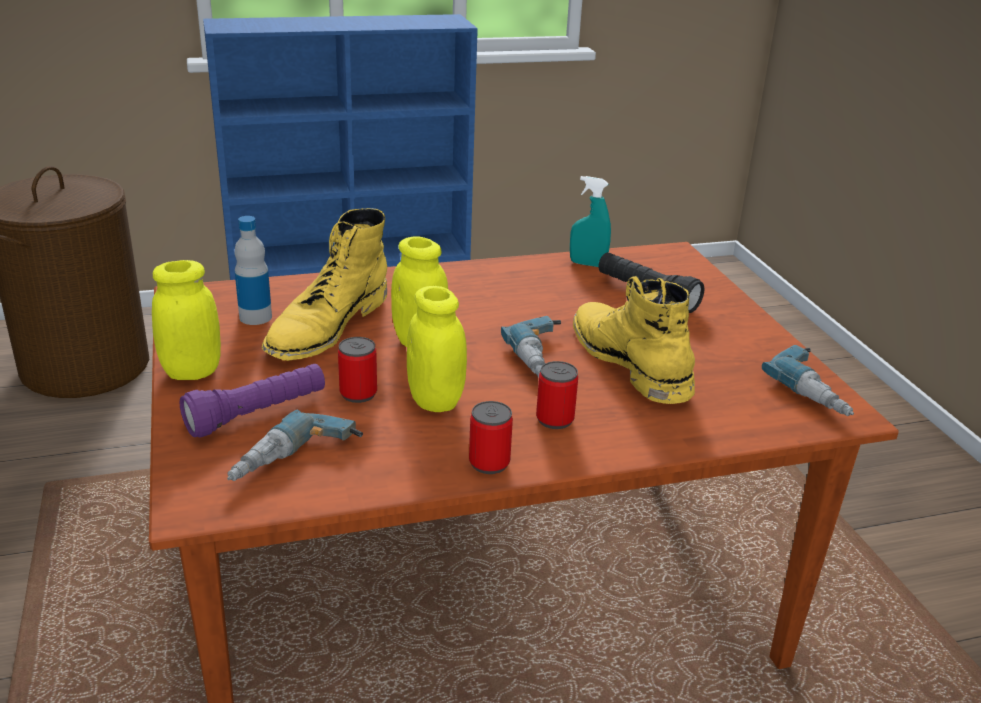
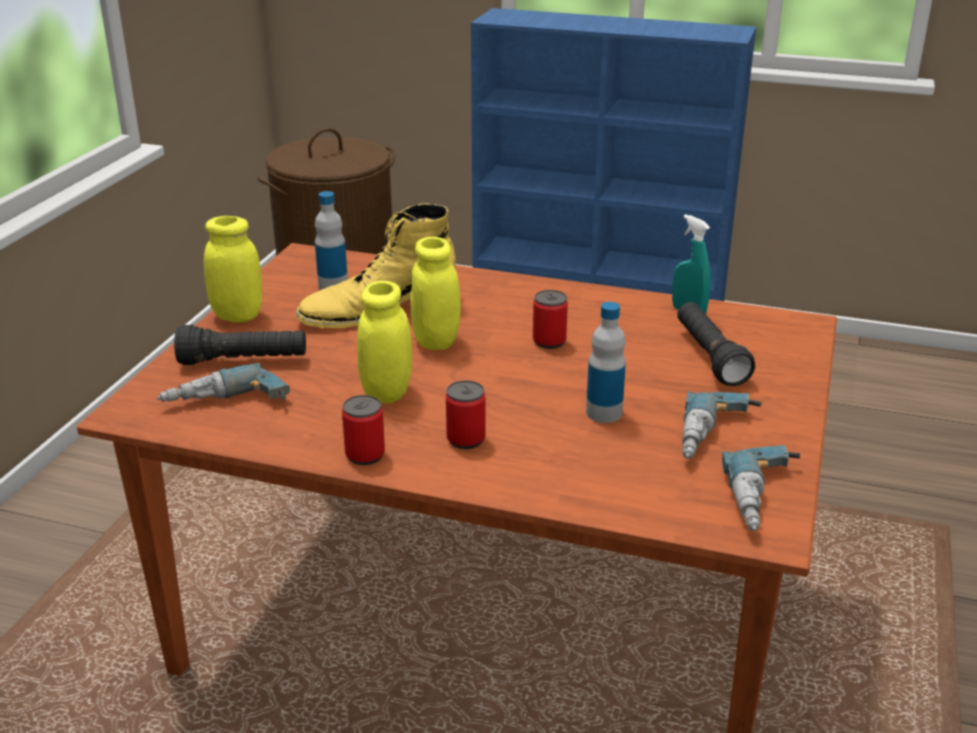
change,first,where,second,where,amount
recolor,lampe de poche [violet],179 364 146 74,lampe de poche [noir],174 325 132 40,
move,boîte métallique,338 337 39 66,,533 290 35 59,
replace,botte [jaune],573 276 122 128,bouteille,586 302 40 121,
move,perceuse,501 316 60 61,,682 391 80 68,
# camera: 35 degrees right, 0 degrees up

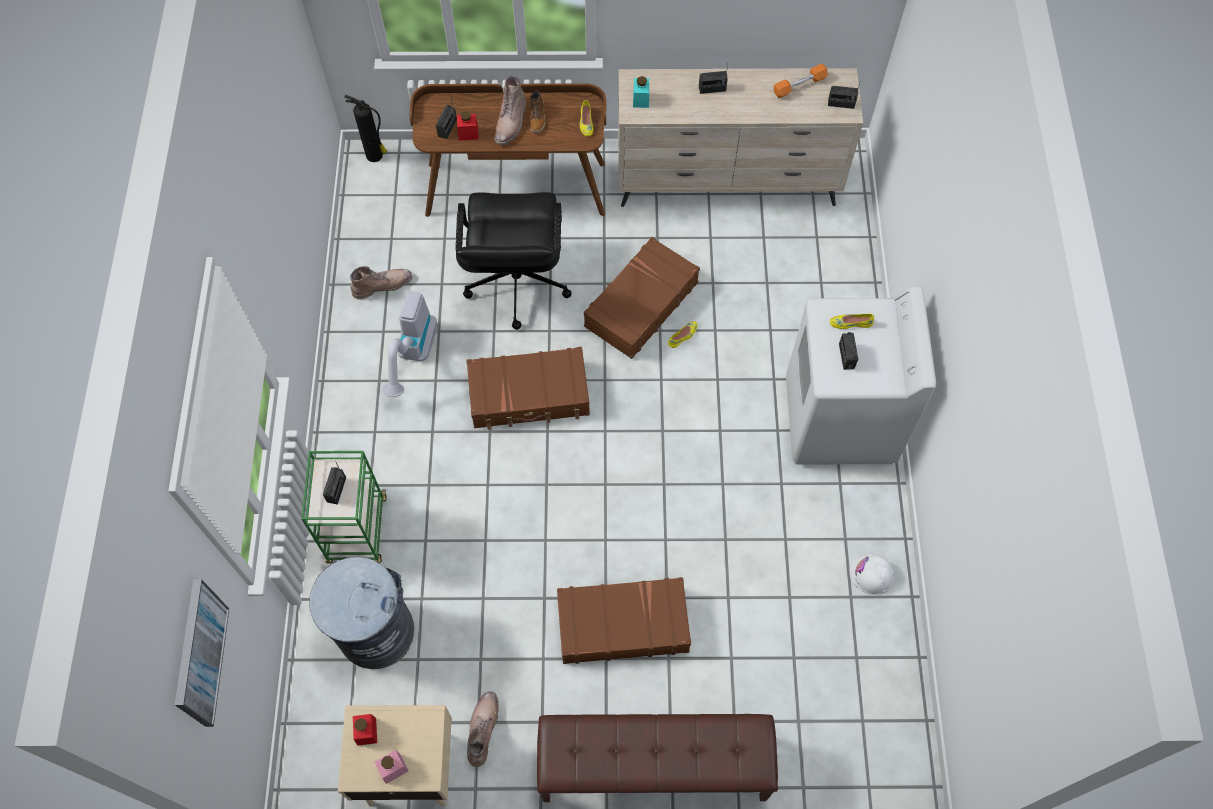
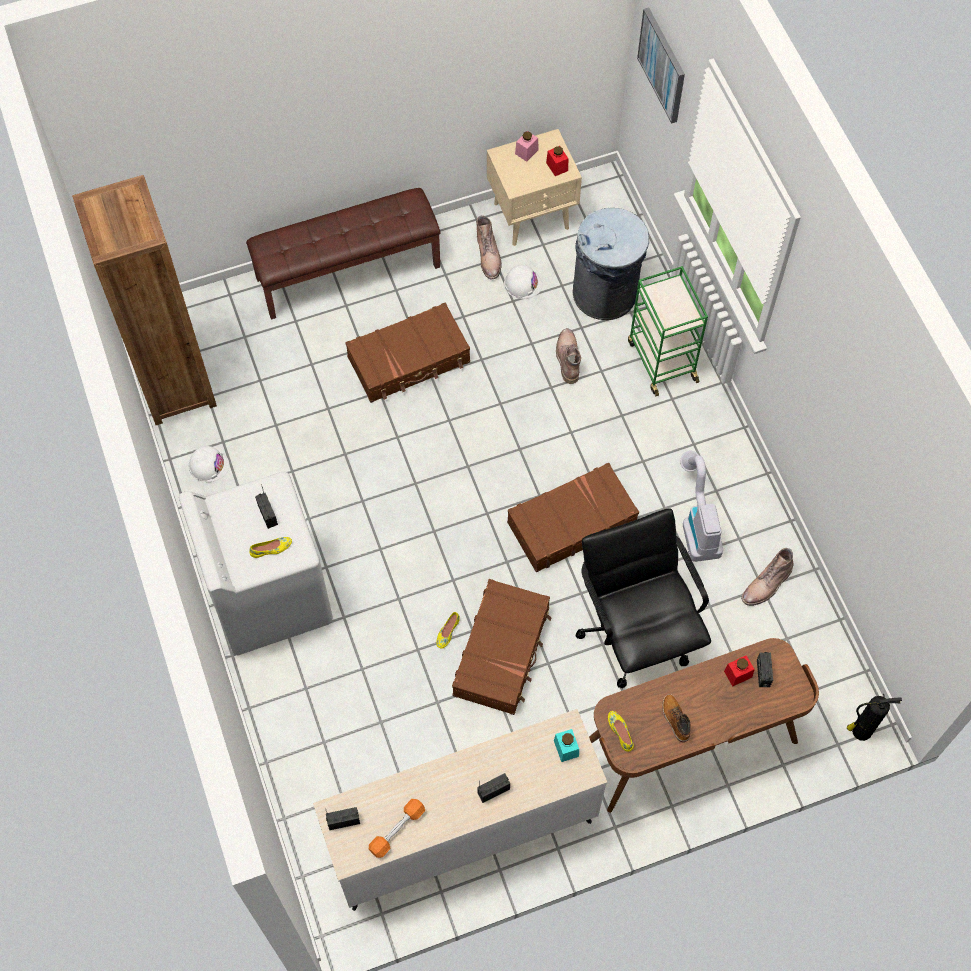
change,first,where,second,where,amount
insert,,,bibliothèque [marron],72 175 145 250,
insert,,,casque de chantier [blanc],504 265 38 34,
move,botte [marron],494 75 32 70,,556 328 25 56,
delete,radio,323 461 23 44,,,
# camera: 160 degrees right, 0 degrees up

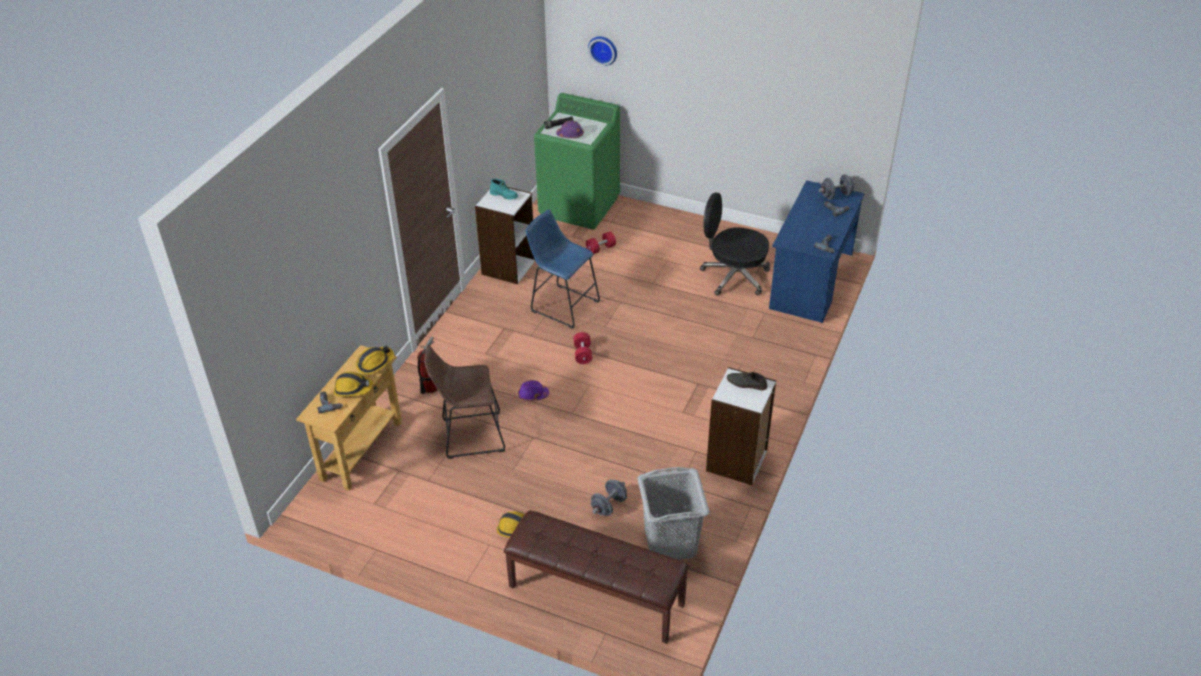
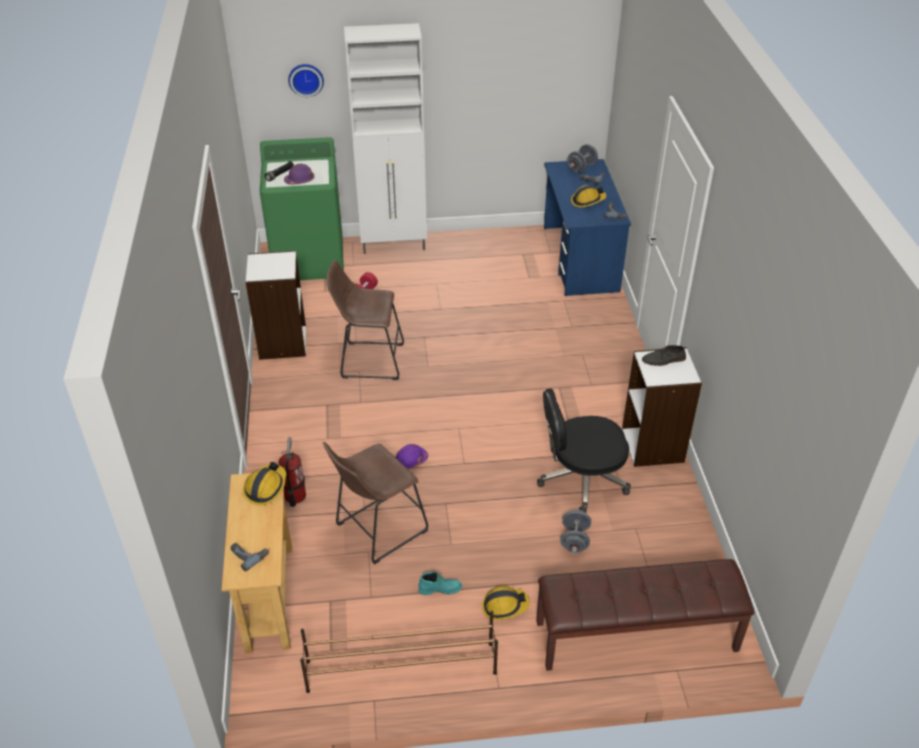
change,first,where,second,where,amount
insert,,,étagère à chaussures [marron],300 611 198 82,
recolor,tabouret [bleu],526 209 74 120,tabouret [marron],327 260 77 120,
insert,,,meuble de rangement [blanc],344 23 83 231,
move,botte [turquoise],490 179 28 21,,418 571 44 24,
move,chaise de bureau [noir],700 193 70 103,,537 388 94 125,
move,casque de chantier,334 372 39 25,,571 185 35 22,
delete,haltère [rouge],573 332 19 32,,,
delete,panier à linge [gris],637 467 73 93,,,
# camera: 30 degrees left, 0 degrees up

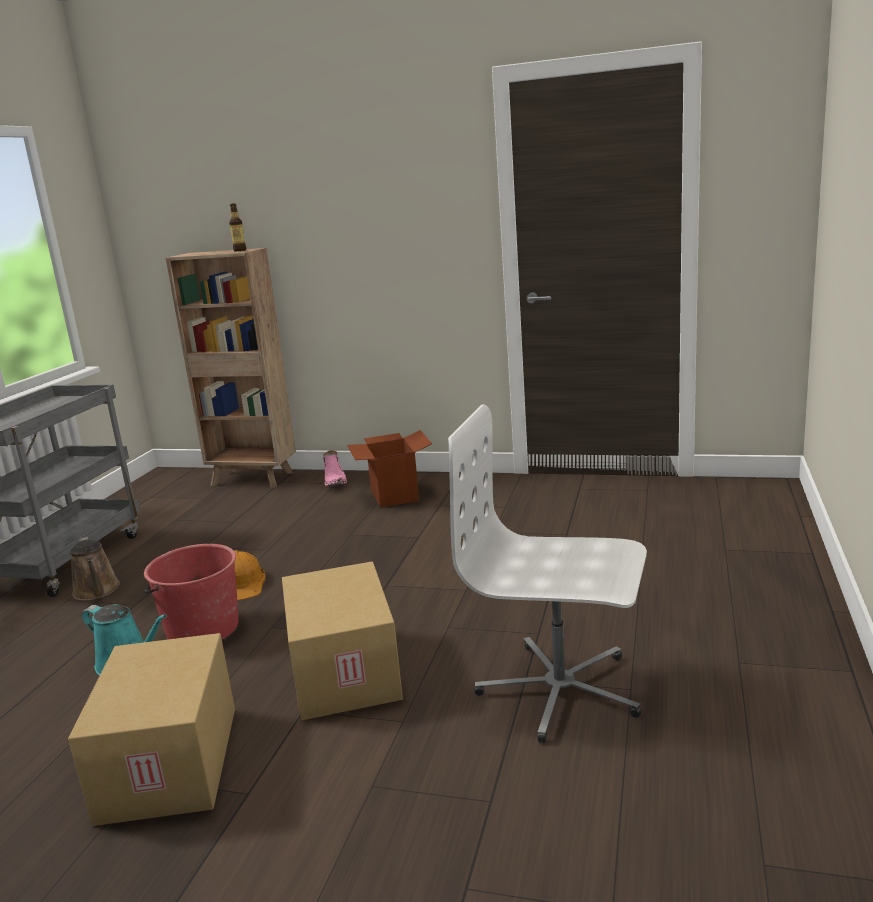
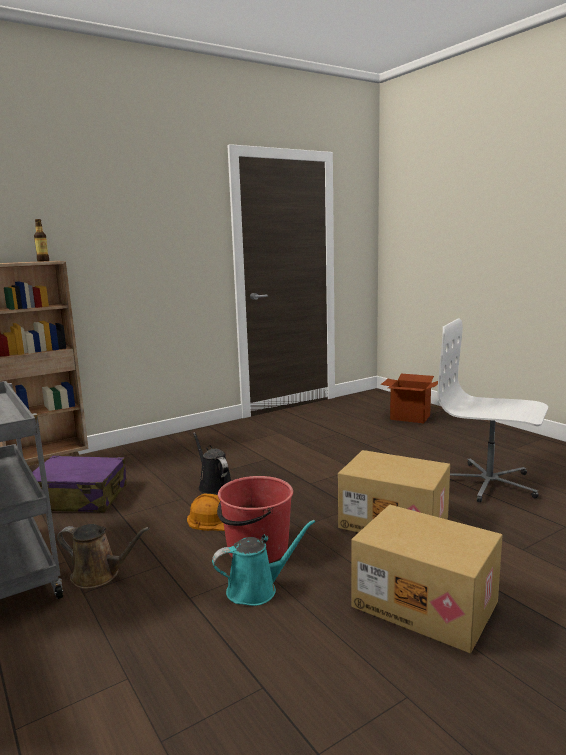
change,first,where,second,where,amount
insert,,,valise [violet],32 456 94 56,
insert,,,arrosoir [noir],193 432 38 63,
move,carton,347 430 85 78,,381 374 57 49,
rotate,chaise de bureau [blanc],448 405 199 338,,437 319 111 183,60 degrees clockwise
delete,botte [rose],323 450 24 36,,,
# camera: 50 degrees left, 5 degrees down

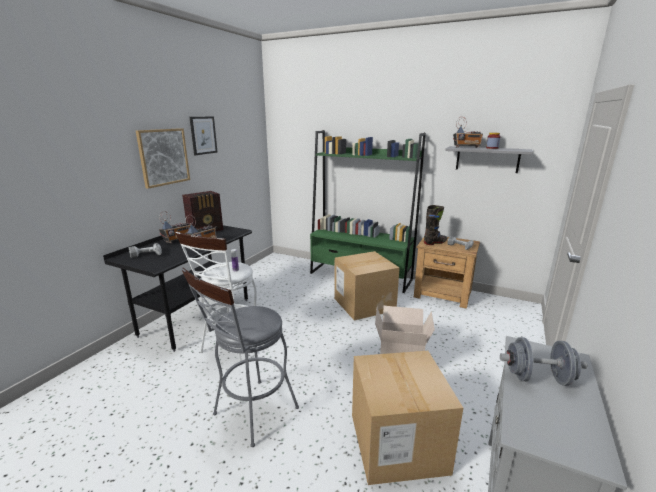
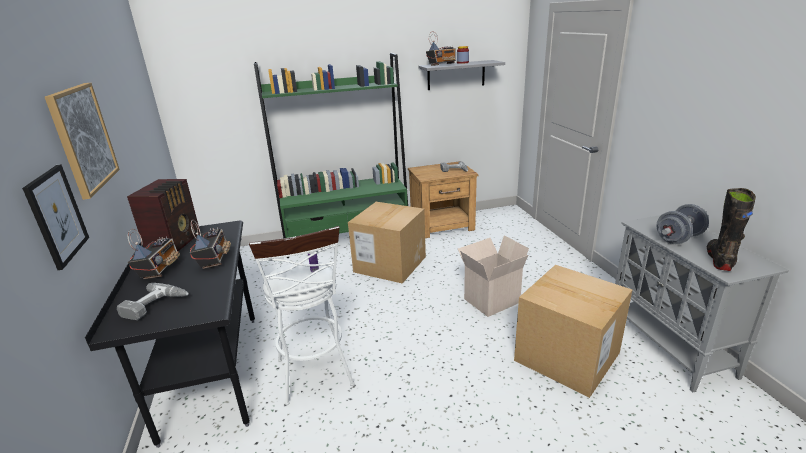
change,first,where,second,where,amount
move,tableau,189 116 29 39,,22 164 67 106,
move,botte [noir],424 205 23 40,,707 188 49 83,
delete,tabouret [gris],181 268 118 179,,,
# camera: 40 degrees left, 5 degrees up

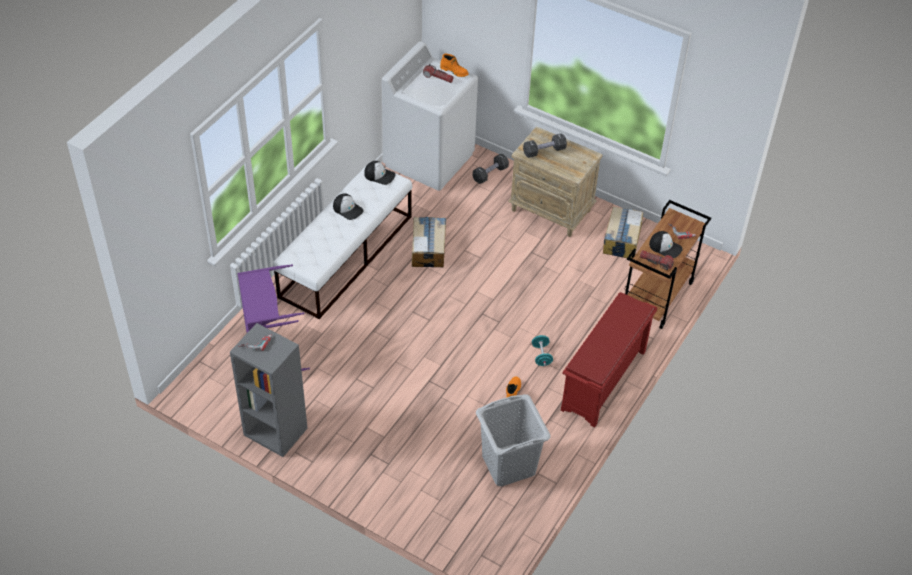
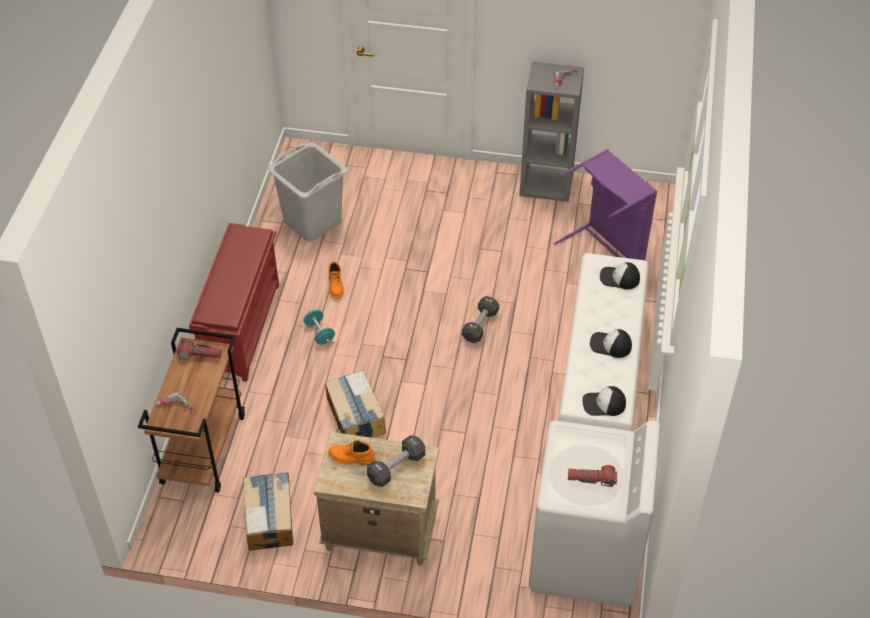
change,first,where,second,where,amount
move,carton,412 217 34 50,,325 370 61 68,
move,botte [orange],440 54 28 23,,328 440 47 26,
move,haltère [noir],473 154 36 30,,462 296 37 47,
move,casquette,649 231 34 27,,600 262 40 27,
# camera: 160 degrees right, 0 degrees up

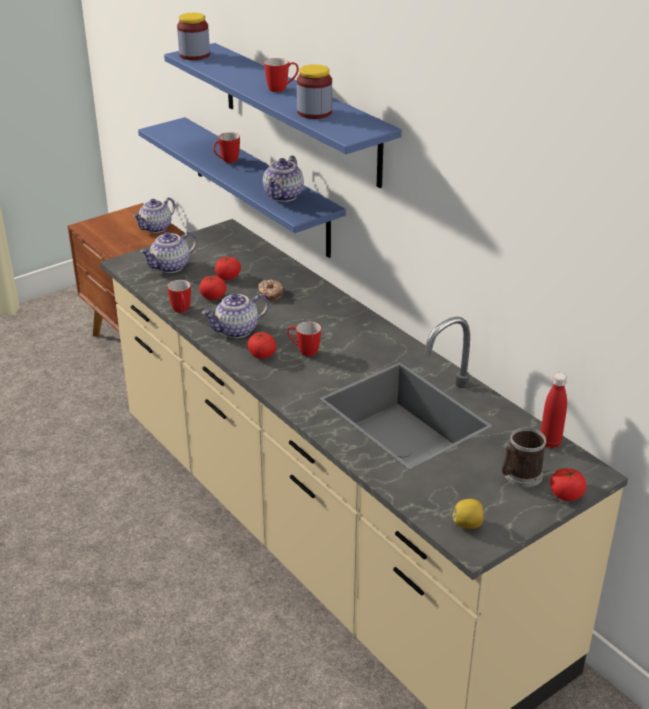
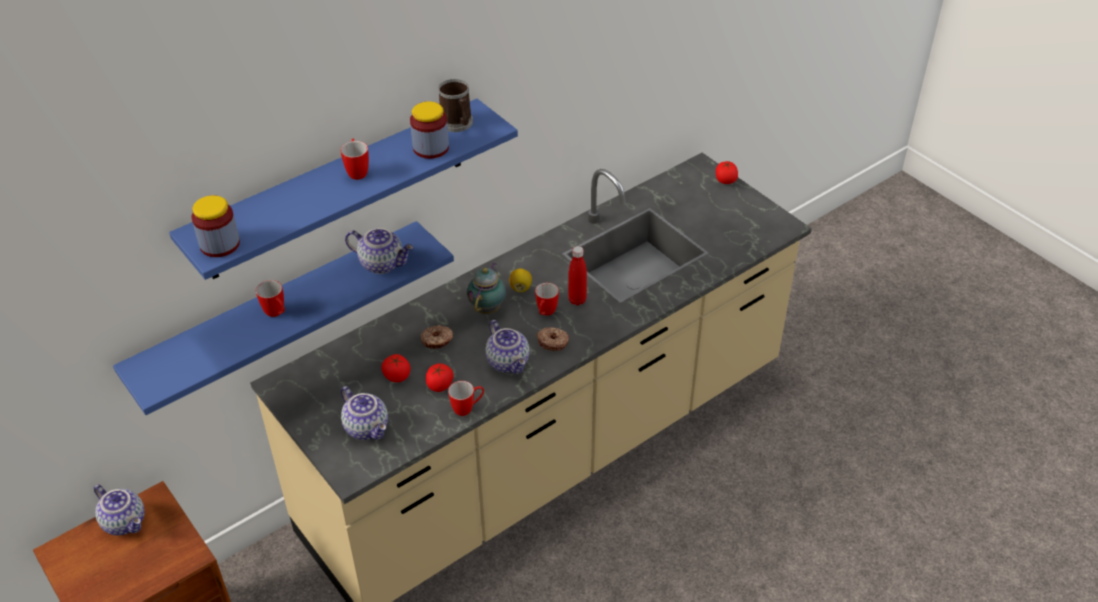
change,first,where,second,where,amount
move,mug,501 428 46 59,,438 79 35 53,
insert,,,théière,467 262 39 52,
move,citron,453 499 31 30,,509 268 23 24,
replace,tomate,247 332 29 27,beignet,537 328 32 23,
move,bouteille [rouge],541 373 26 75,,568 246 19 59,
# camera: 90 degrees left, 10 degrees up

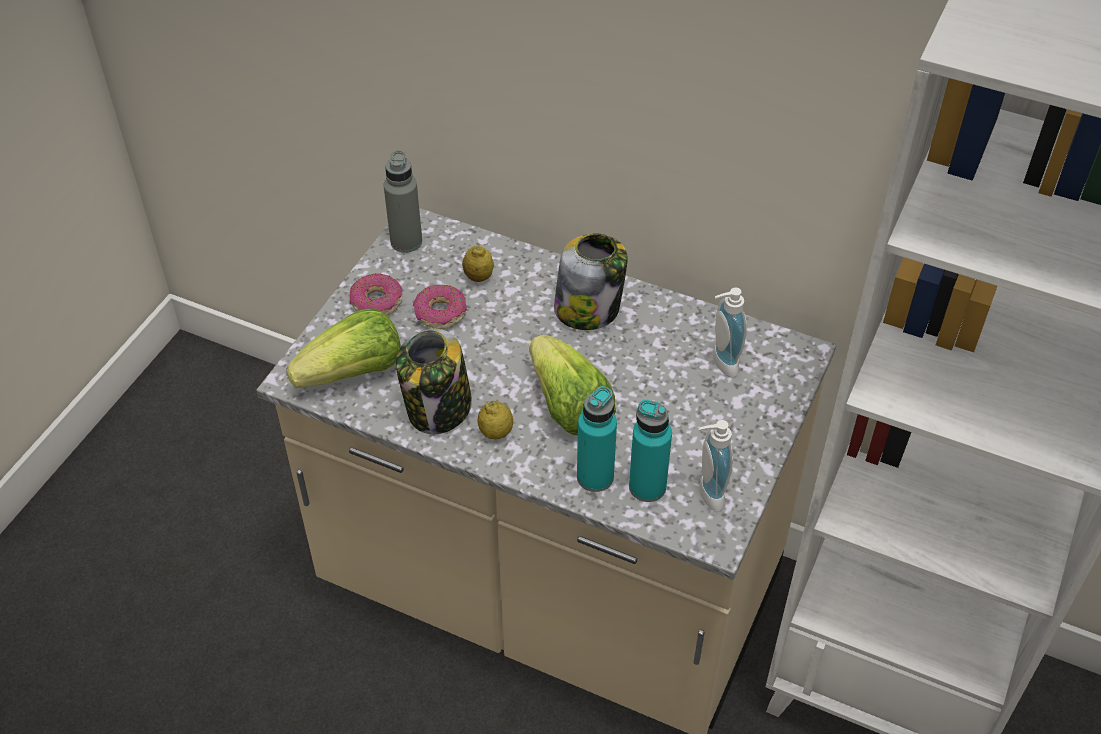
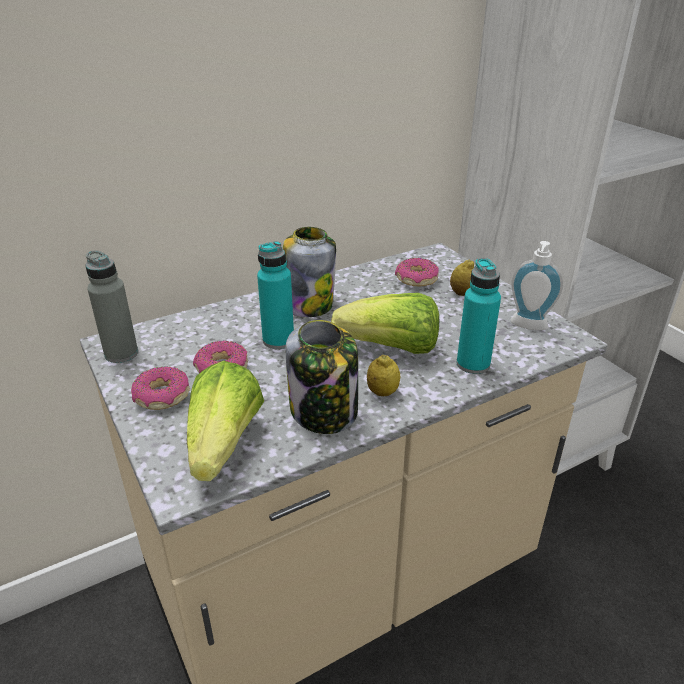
change,first,where,second,where,amount
move,bouteille [turquoise],629 400 43 102,,257 241 37 108,
replace,distributeur de savon,713 288 34 89,beignet,395 258 44 29,
move,citron,462 246 32 36,,450 259 25 37,
# camera: 55 degrees left, 15 degrees down

